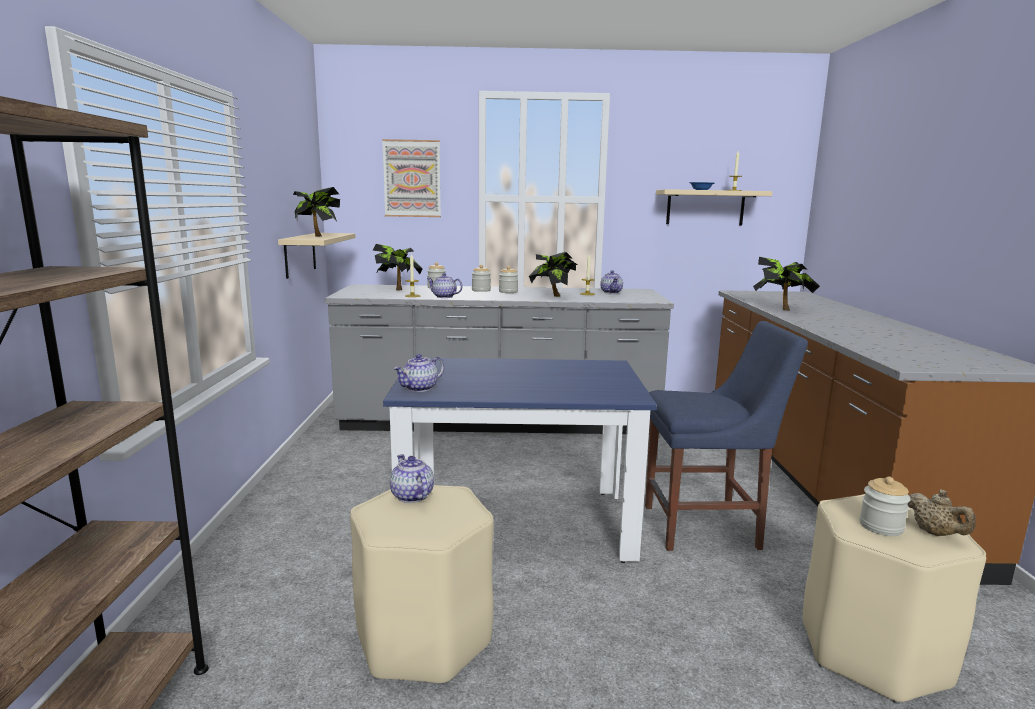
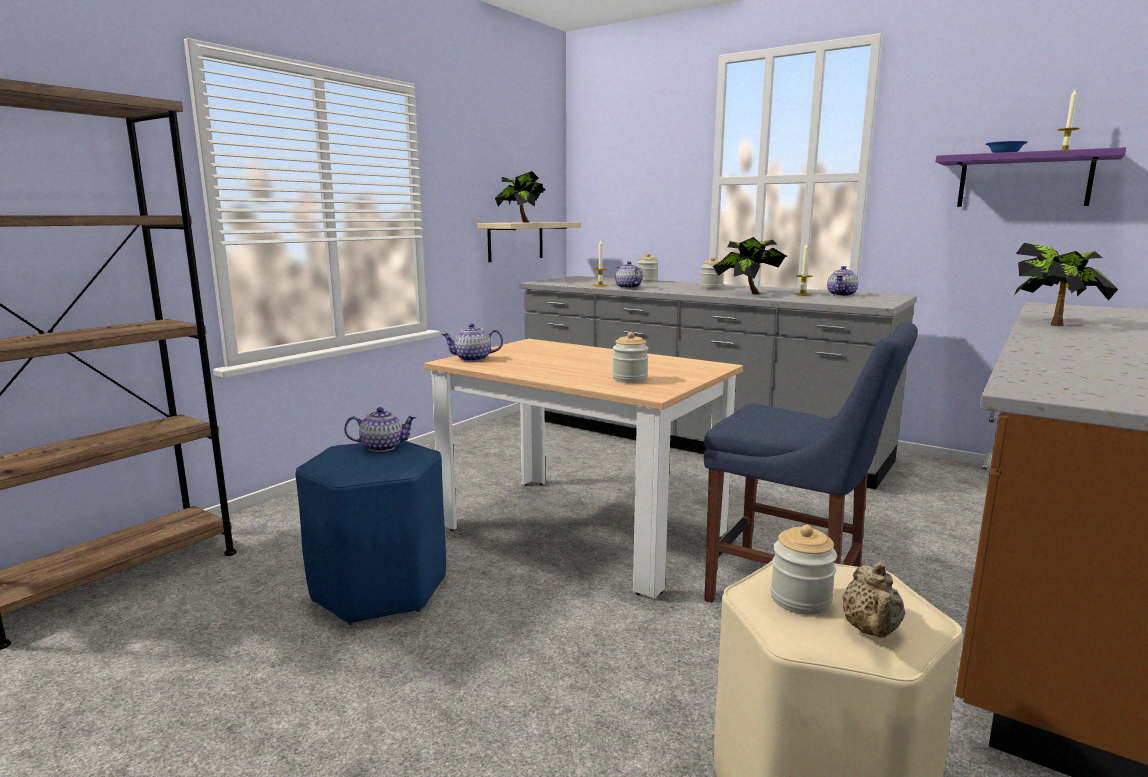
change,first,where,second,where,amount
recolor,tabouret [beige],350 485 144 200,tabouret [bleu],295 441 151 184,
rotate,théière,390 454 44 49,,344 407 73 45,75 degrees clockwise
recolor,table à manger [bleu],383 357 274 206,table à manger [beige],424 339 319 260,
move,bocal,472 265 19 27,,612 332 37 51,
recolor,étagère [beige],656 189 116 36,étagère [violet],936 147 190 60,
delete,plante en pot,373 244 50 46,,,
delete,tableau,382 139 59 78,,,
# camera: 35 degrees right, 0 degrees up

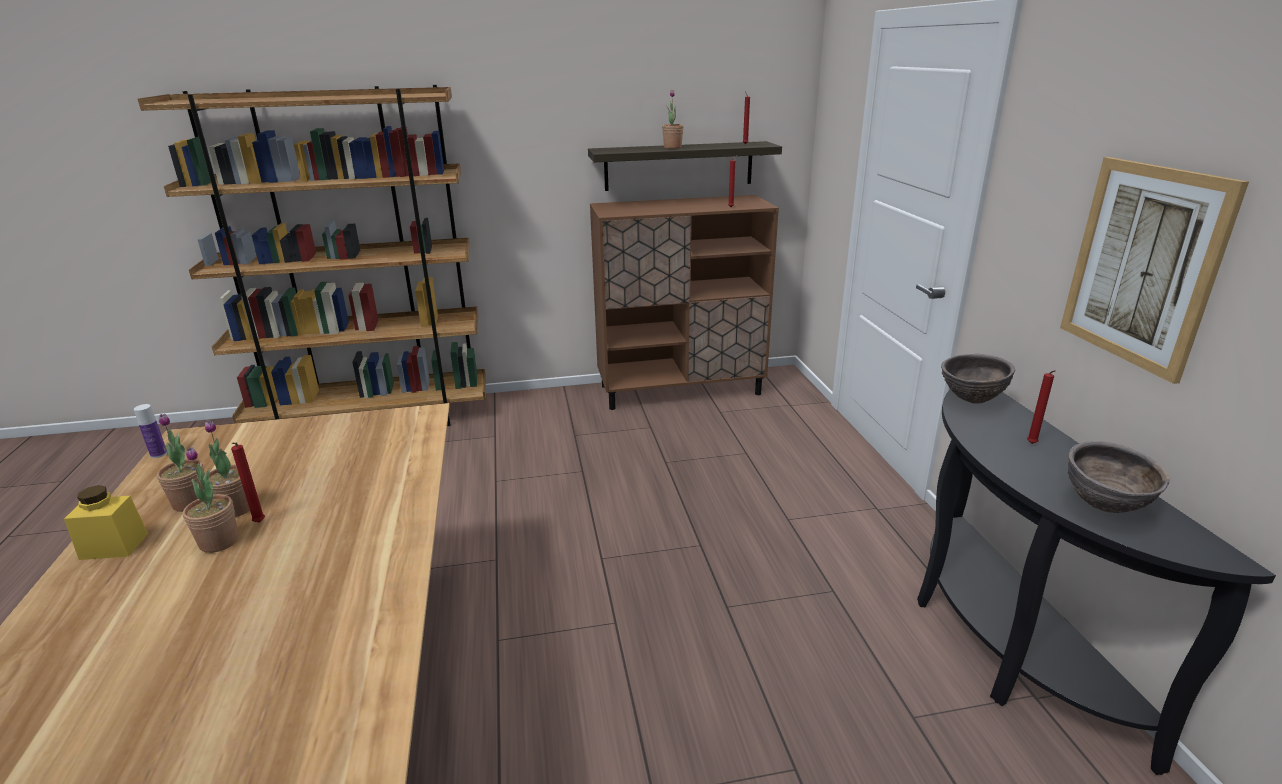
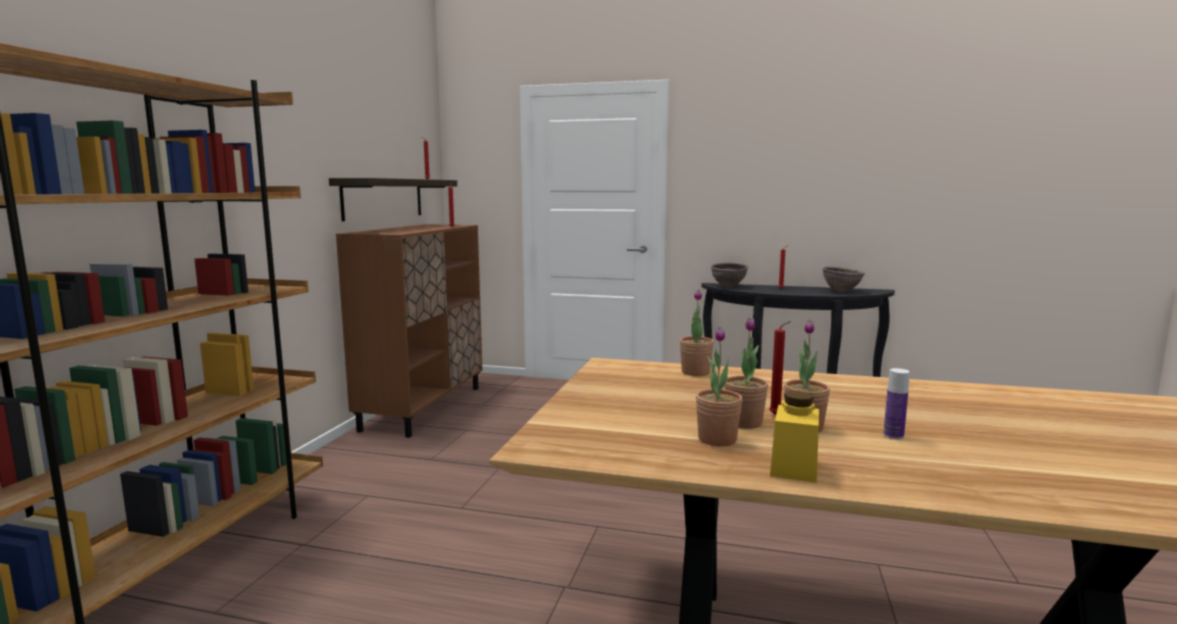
change,first,where,second,where,amount
move,plante en pot,662 90 22 59,,680 290 34 86,
move,bouteille,134 404 33 54,,883 368 27 72,
delete,tableau,1060 157 189 227,,,
# camera: 65 degrees left, 15 degrees down

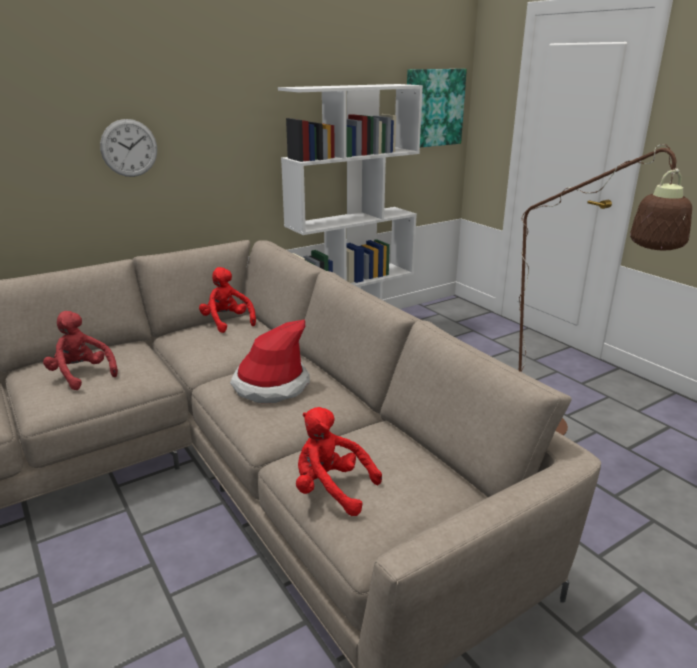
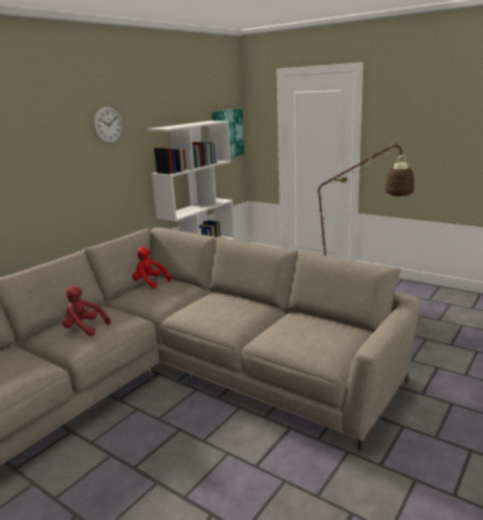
change,first,where,second,where,amount
move,horloge murale,100 119 57 58,,94 107 29 37,
delete,chapeau,230 319 80 84,,,
delete,peluche [rouge],296 407 86 109,,,
# camera: 20 degrees left, 5 degrees down

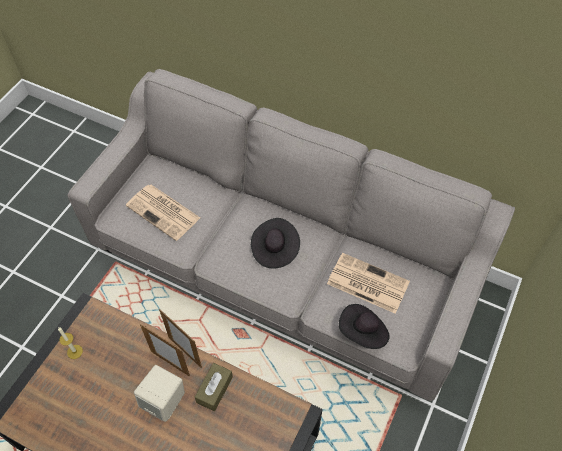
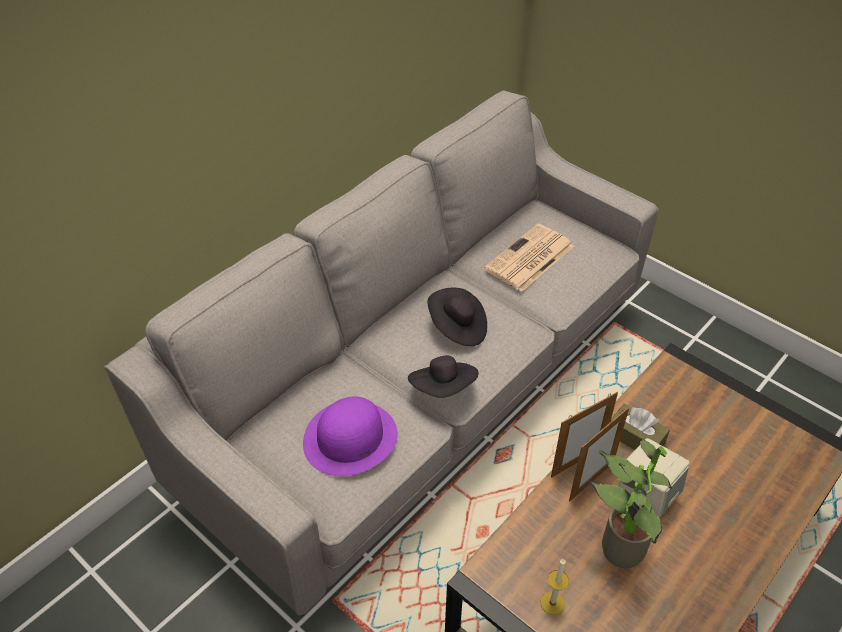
change,first,where,second,where,amount
replace,journal,126 185 74 56,chapeau [violet],303 396 95 80,
move,chapeau [noir],339 304 50 45,,408 355 71 43,
insert,,,plante en pot,589 439 83 129,
# camera: 75 degrees left, 10 degrees down

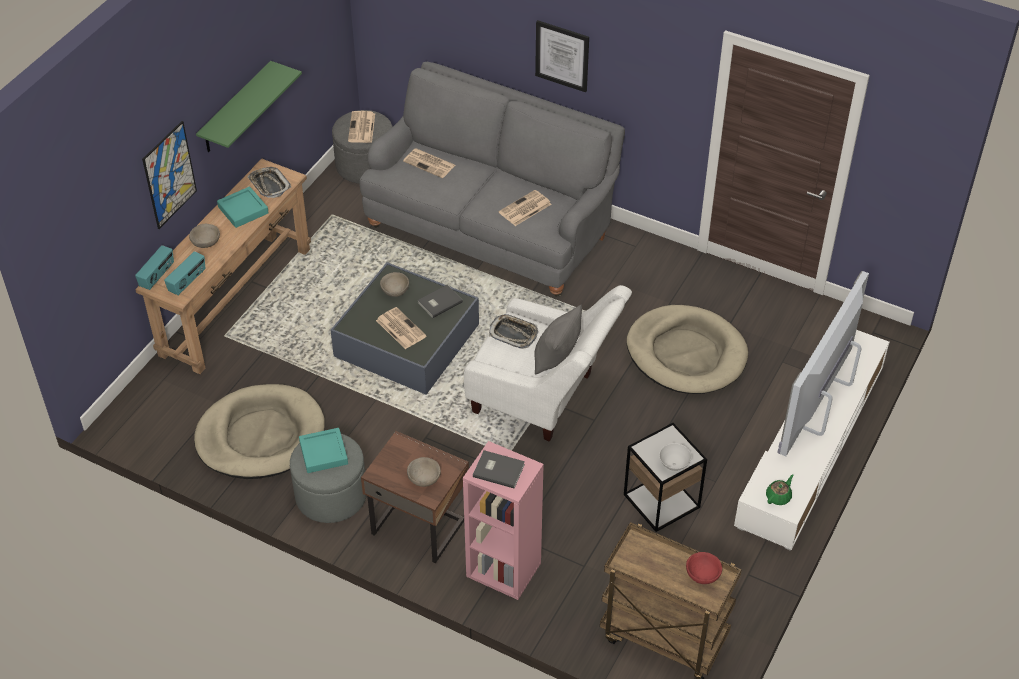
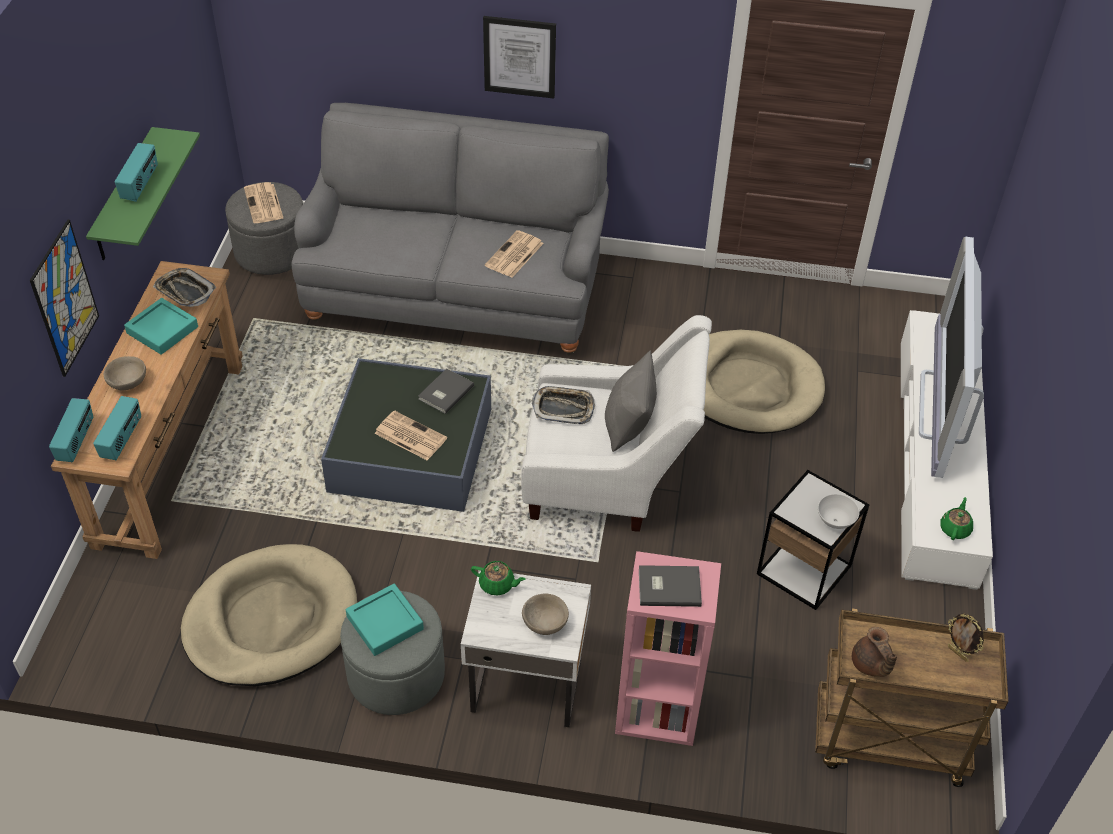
change,first,where,second,where,amount
insert,,,radio,115 143 43 59,
recolor,table de chevet [marron],361 431 108 132,table de chevet [blanc],461 570 130 157,
insert,,,théière [vert],471 561 55 35,
insert,,,théière [marron],852 627 45 50,
replace,bol [rouge],686 552 36 32,cadre photo,948 613 36 49,
delete,bol [beige],380 272 29 25,,,
delete,journal,403 148 52 30,,,
# camera: 20 degrees left, 0 degrees up

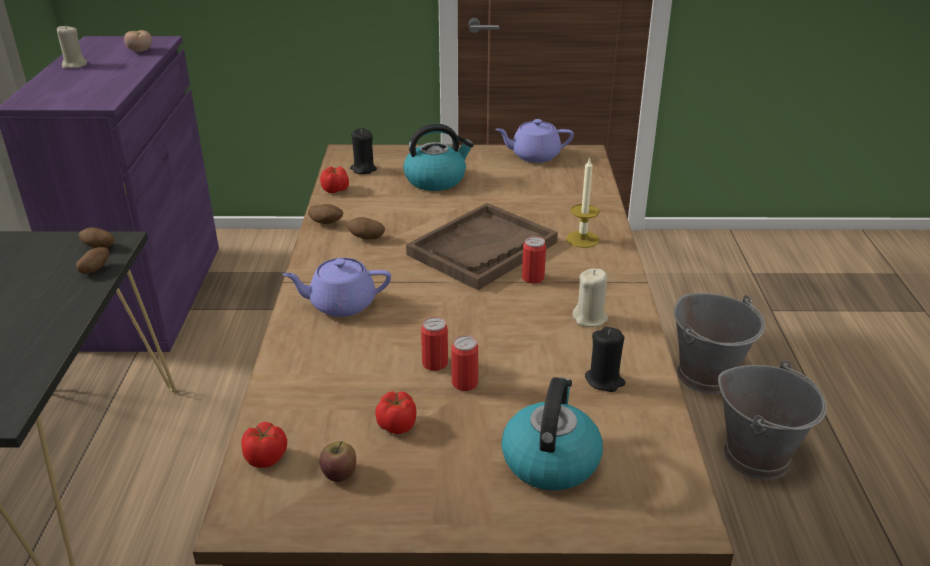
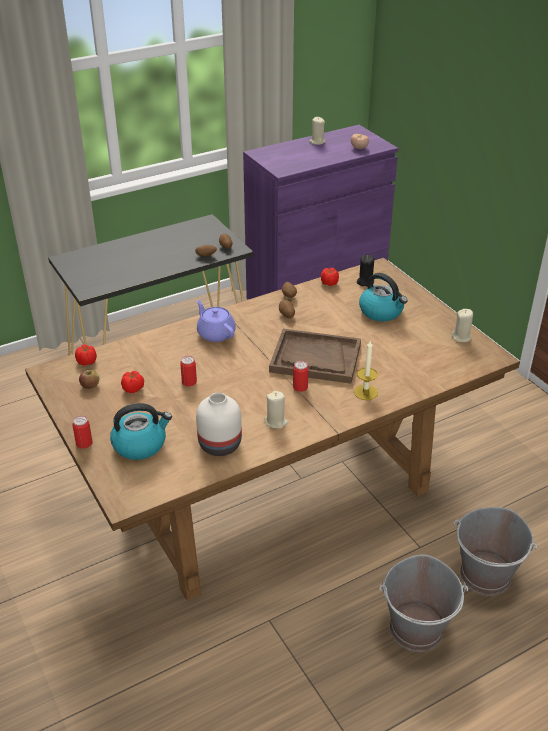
change,first,where,second,where,amount
move,boîte métallique,451 335 27 56,,72 416 20 33,
replace,bougie [noir],585 327 41 65,vase [blanc],196 393 46 63,
replace,théière [violet],495 119 79 44,bougie [beige],451 309 22 33,
# camera: 60 degrees right, 5 degrees up

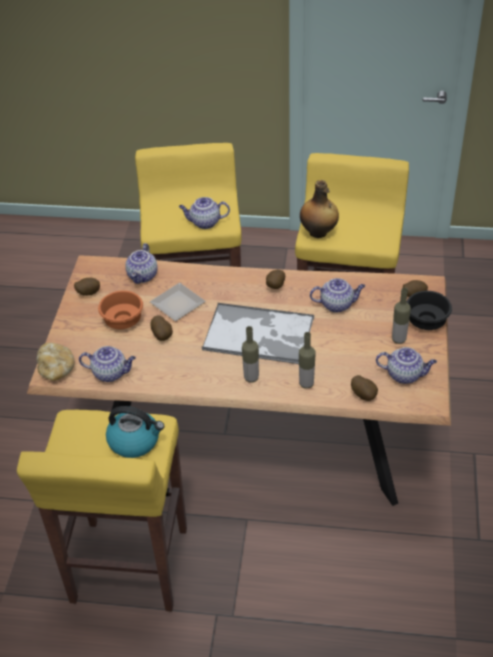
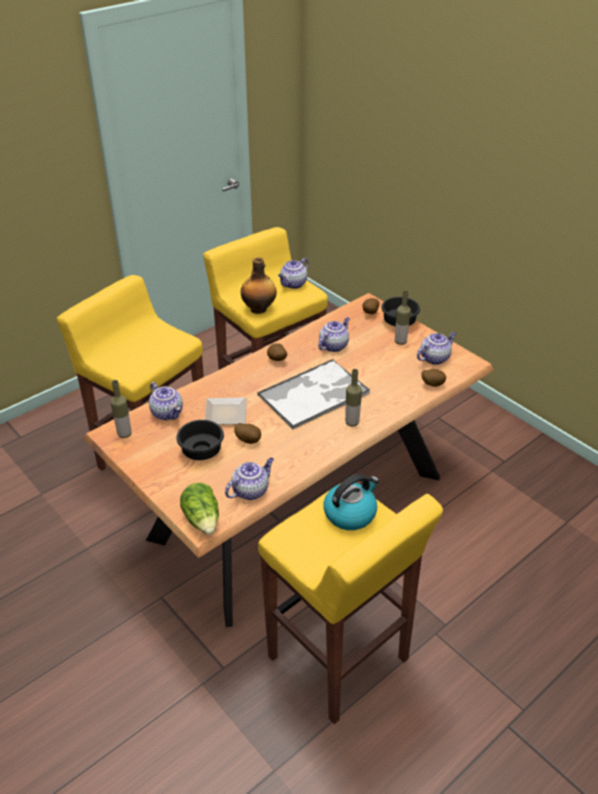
change,first,where,second,where,amount
move,bouteille,299 332 17 57,,111 380 21 58,
recolor,bol [orange],98 290 45 39,bol [noir],176 420 48 40,
replace,pain,37 343 38 38,laitue,180 483 39 52,
move,théière,179 197 51 32,,278 258 31 31,
delete,pomme de terre,74 278 26 18,,,
# camera: 50 degrees left, 5 degrees down

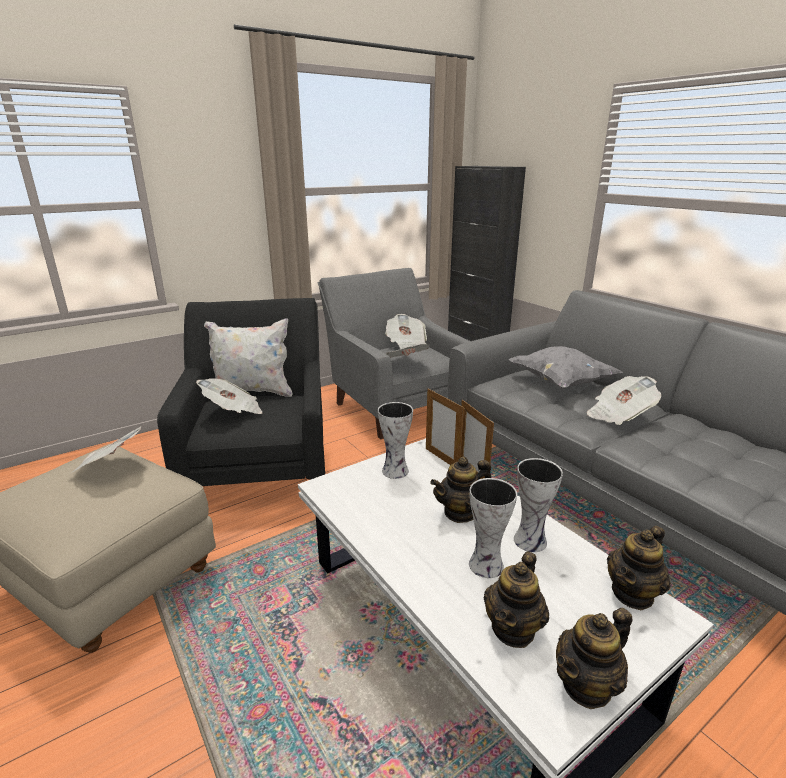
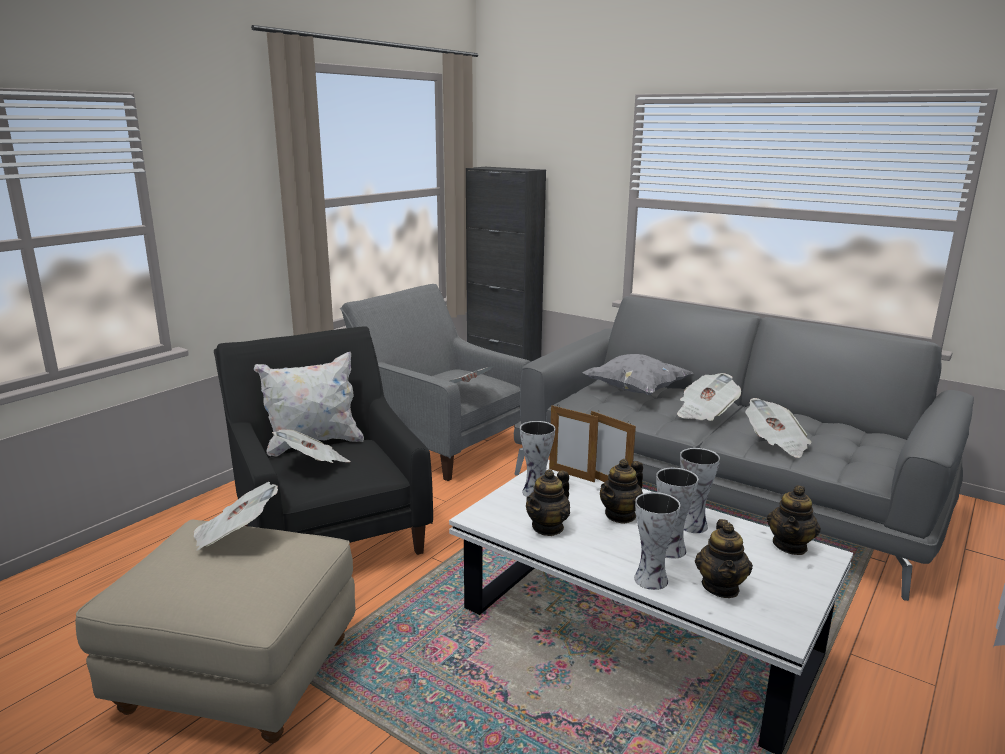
change,first,where,second,where,amount
move,théière,556 608 76 101,,526 469 44 67,
insert,,,vase,634 492 46 98,
move,journal,385 314 42 35,,746 398 66 60,
# camera: 20 degrees left, 5 degrees down

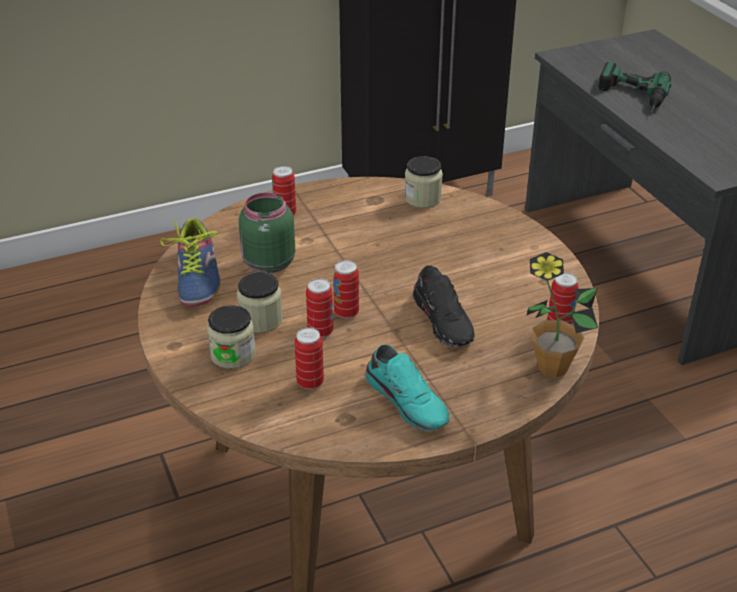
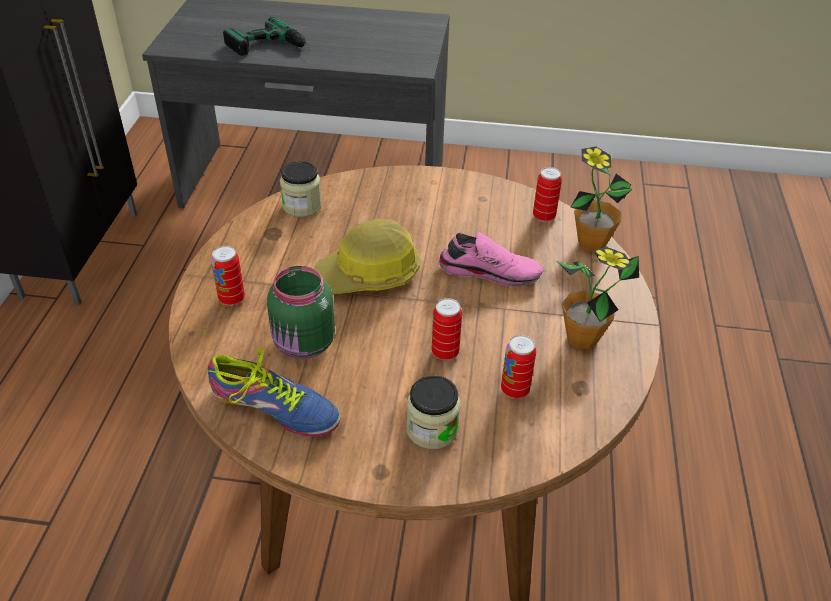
change,first,where,second,where,amount
insert,,,casque de chantier,314 219 106 75,
recolor,chaussure [noir],413 265 62 82,chaussure [rose],438 232 106 55,
replace,chaussure [turquoise],365 345 84 86,plante en pot,555 247 84 102,
delete,bocal,237 272 46 61,,,
delete,boîte métallique,333 260 26 59,,,
# camera: 60 degrees left, 5 degrees up

